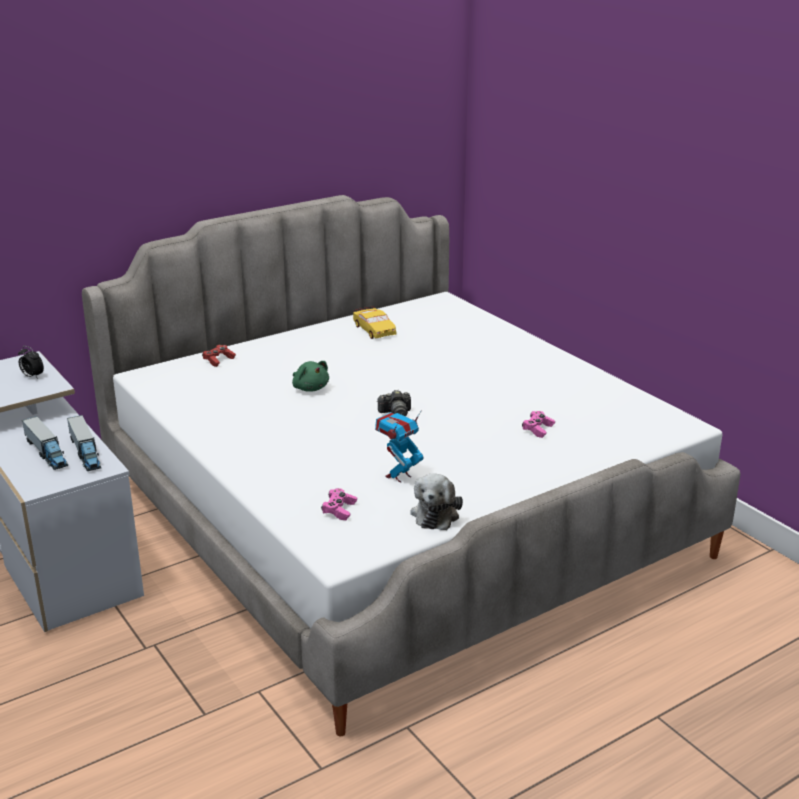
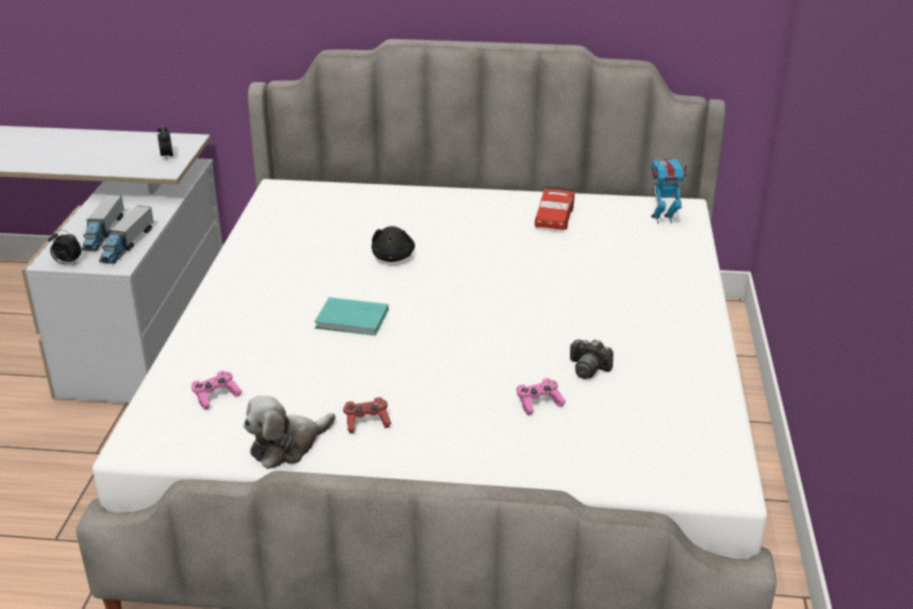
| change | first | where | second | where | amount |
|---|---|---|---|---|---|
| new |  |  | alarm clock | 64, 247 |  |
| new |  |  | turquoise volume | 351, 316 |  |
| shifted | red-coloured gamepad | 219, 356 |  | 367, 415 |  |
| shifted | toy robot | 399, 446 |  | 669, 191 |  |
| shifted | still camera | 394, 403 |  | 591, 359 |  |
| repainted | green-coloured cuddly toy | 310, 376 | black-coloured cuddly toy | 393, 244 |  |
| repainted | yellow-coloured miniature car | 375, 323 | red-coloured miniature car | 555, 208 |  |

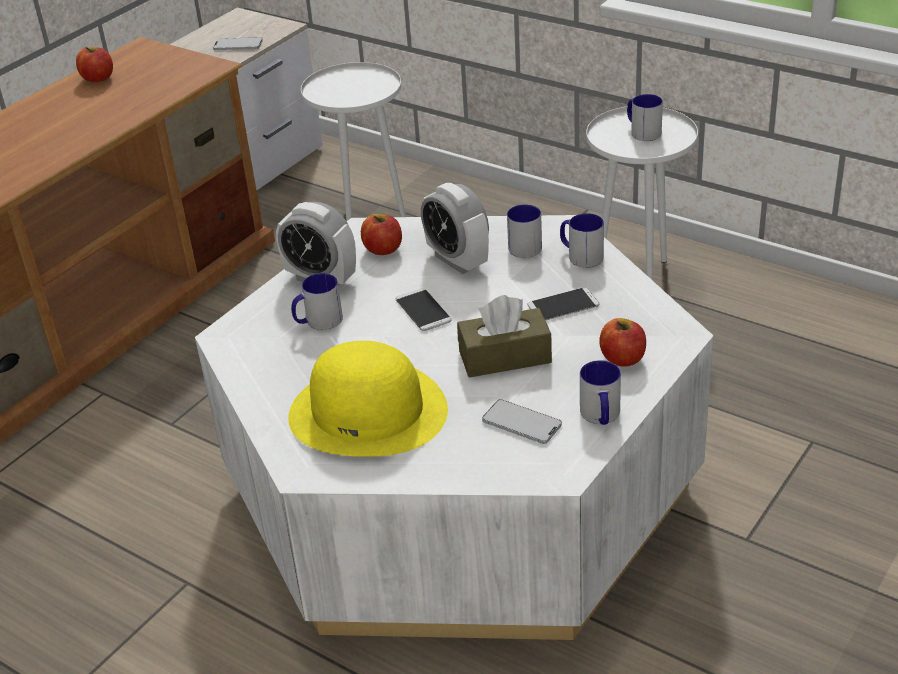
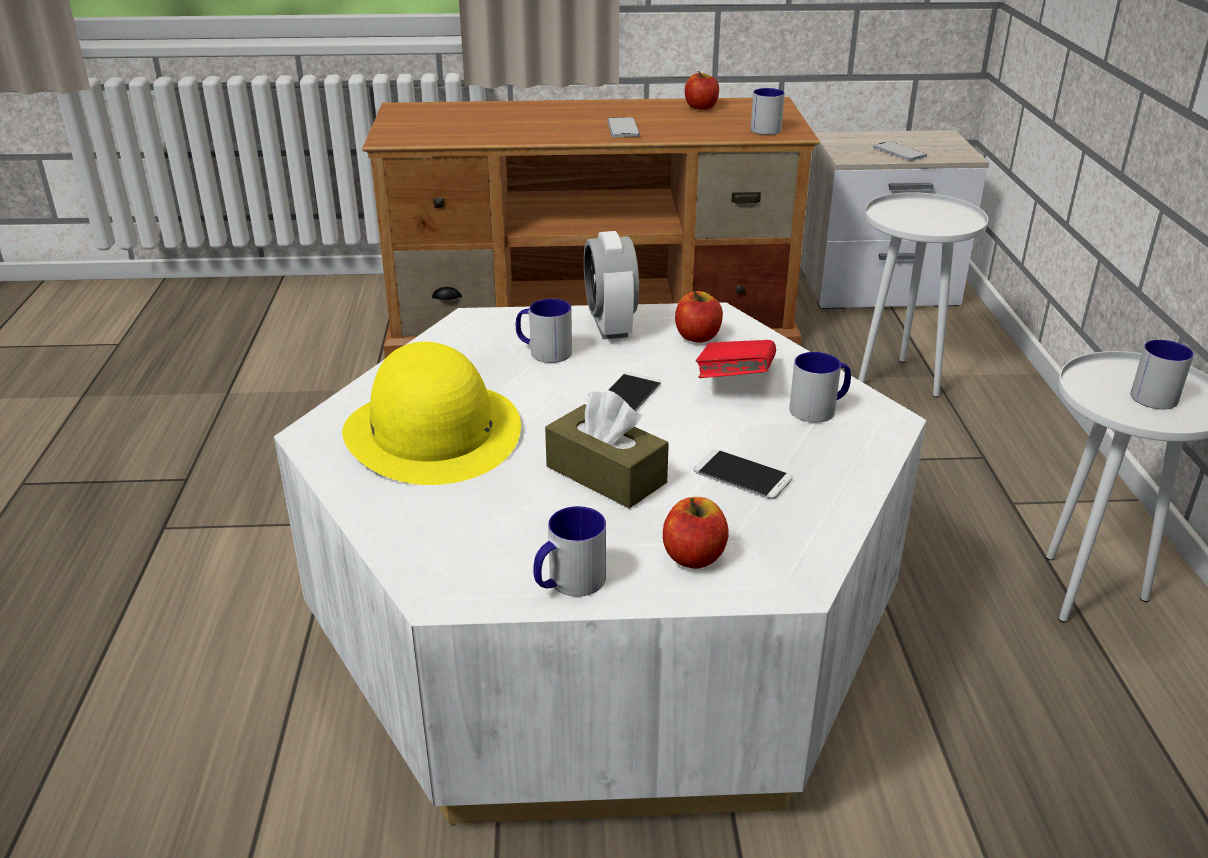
| change | first | where | second | where | amount |
|---|---|---|---|---|---|
| shifted | handset | 522, 421 |  | 623, 127 |  |
| shifted | tea mug | 582, 240 |  | 768, 111 |  |
| swapped | alarm clock | 455, 228 | red-coloured volume | 736, 359 |  |

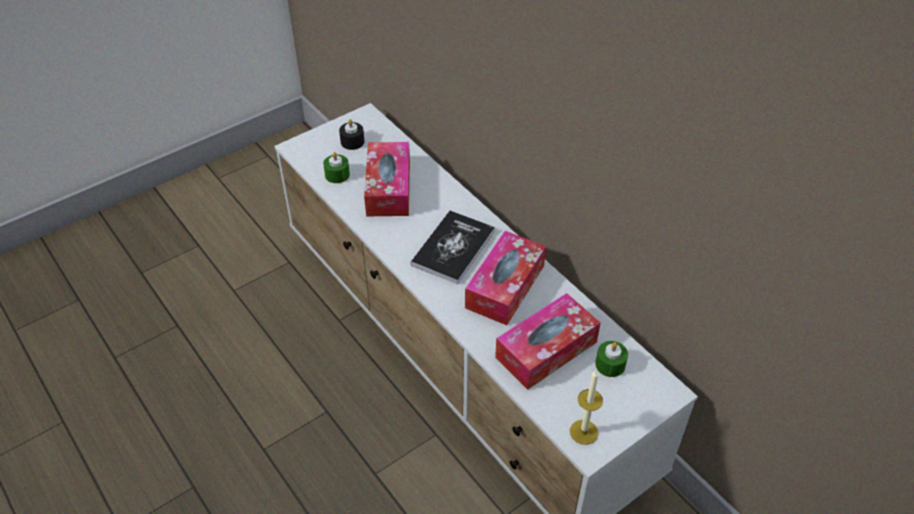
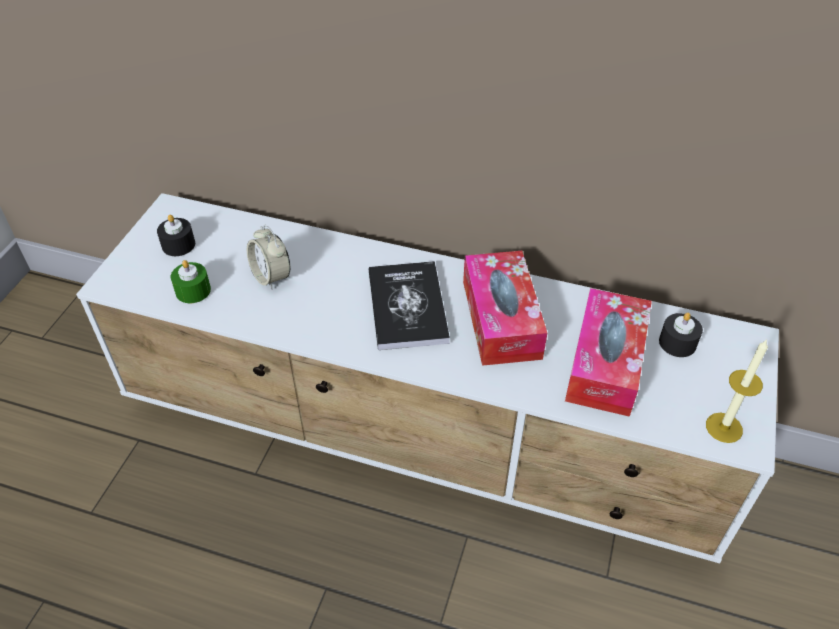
| change | first | where | second | where | amount |
|---|---|---|---|---|---|
| swapped | box of tissues | 387, 179 | alarm clock | 268, 257 |  |
| repainted | green-coloured wax light | 611, 359 | black-coloured wax light | 681, 335 |  |

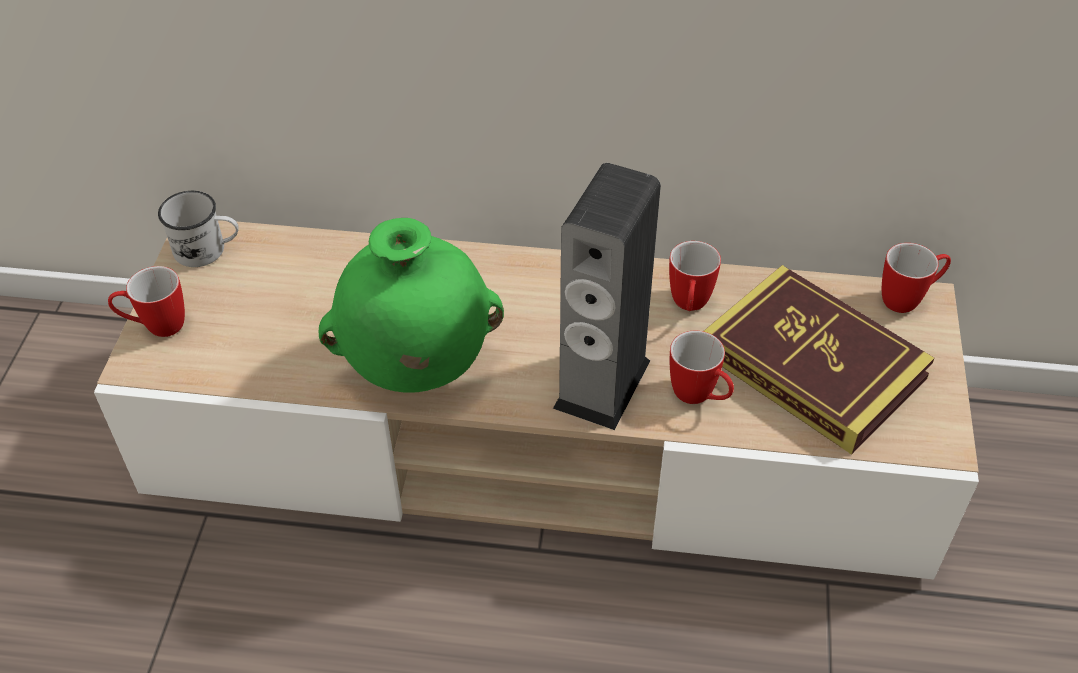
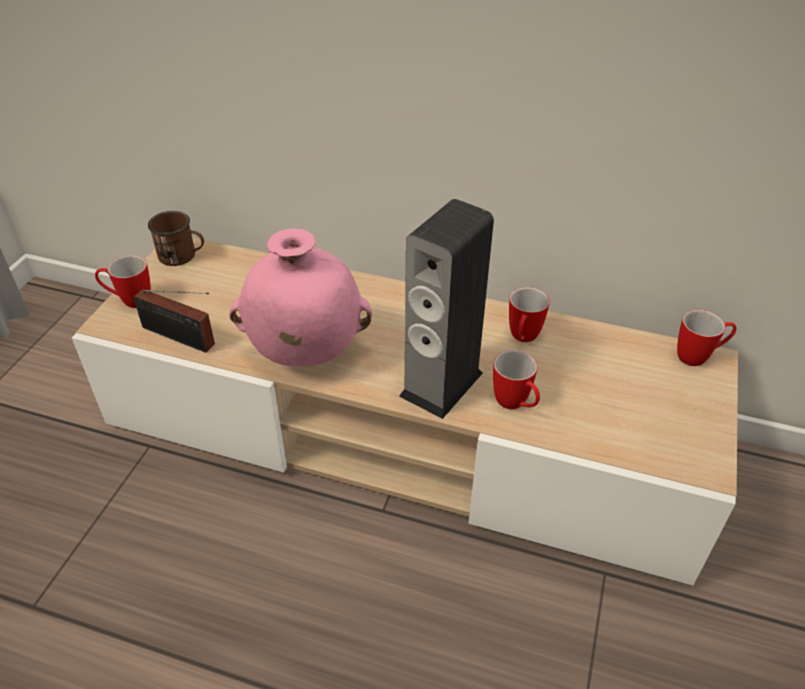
| change | first | where | second | where | amount |
|---|---|---|---|---|---|
| gone | volume | 819, 360 |  |  |  |
| new |  |  | radio | 174, 321 |  |
| repainted | white-coloured tea mug | 198, 229 | brownish tea mug | 176, 238 |  |
| repainted | green-coloured vase | 411, 305 | pinkish vase | 300, 297 |  |

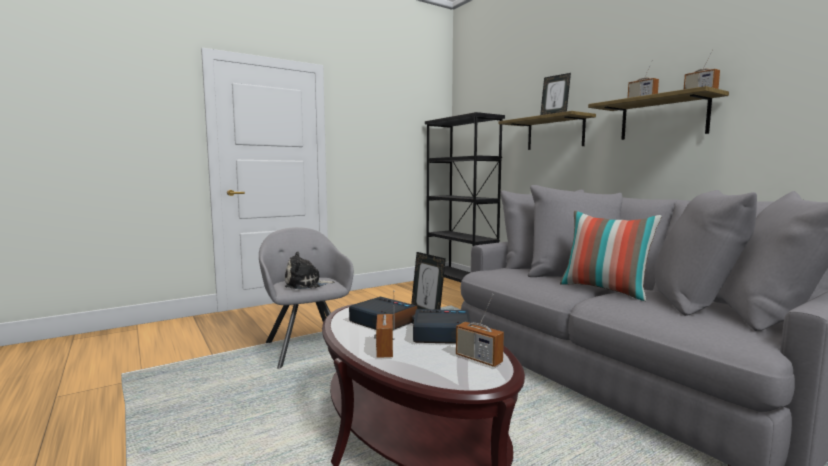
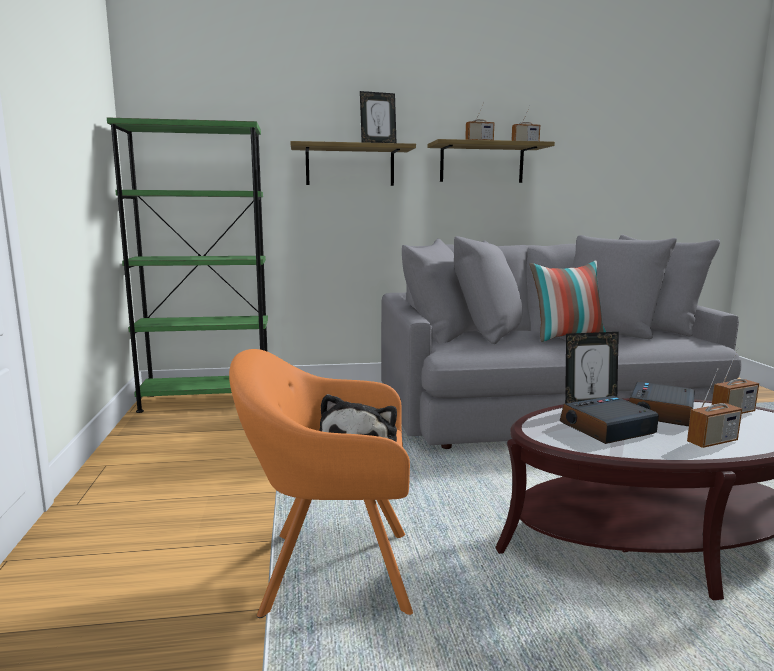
| change | first | where | second | where | amount |
|---|---|---|---|---|---|
| repainted | greyish easy chair | 306, 298 | orangey easy chair | 321, 483 |  |
| repainted | black-coloured bookshelf | 465, 197 | green-coloured bookshelf | 187, 265 |  |
| rotated | radio | 384, 324 |  | 714, 408 | 45 degrees counterclockwise |

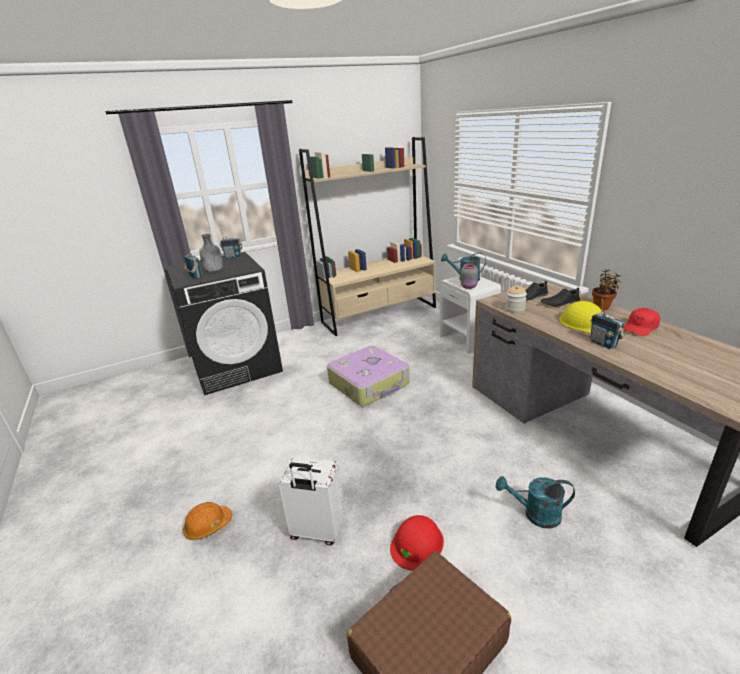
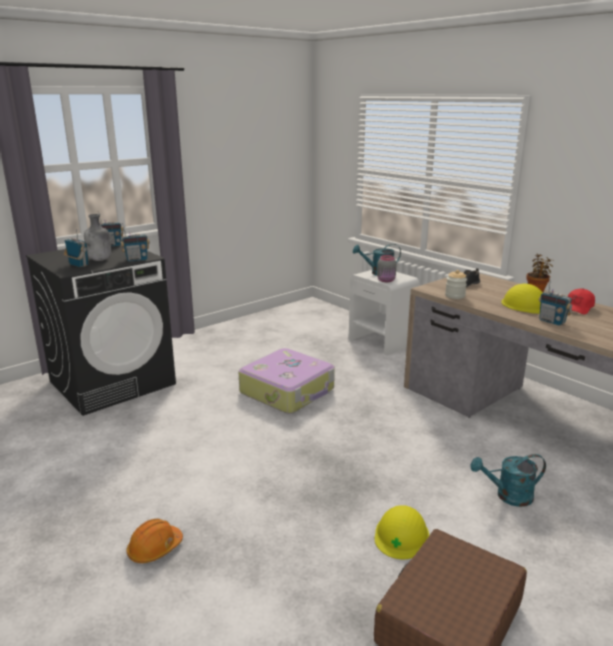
| change | first | where | second | where | amount |
|---|---|---|---|---|---|
| gone | white-coloured suitcase | 311, 501 |  |  |  |
| gone | beige-coloured bookshelf | 367, 236 |  |  |  |
| gone | black-coloured low shoe | 560, 296 |  |  |  |
| new |  |  | radio | 135, 242 |  |
| repainted | red-coloured work helmet | 417, 543 | yellow-coloured work helmet | 402, 532 |  |

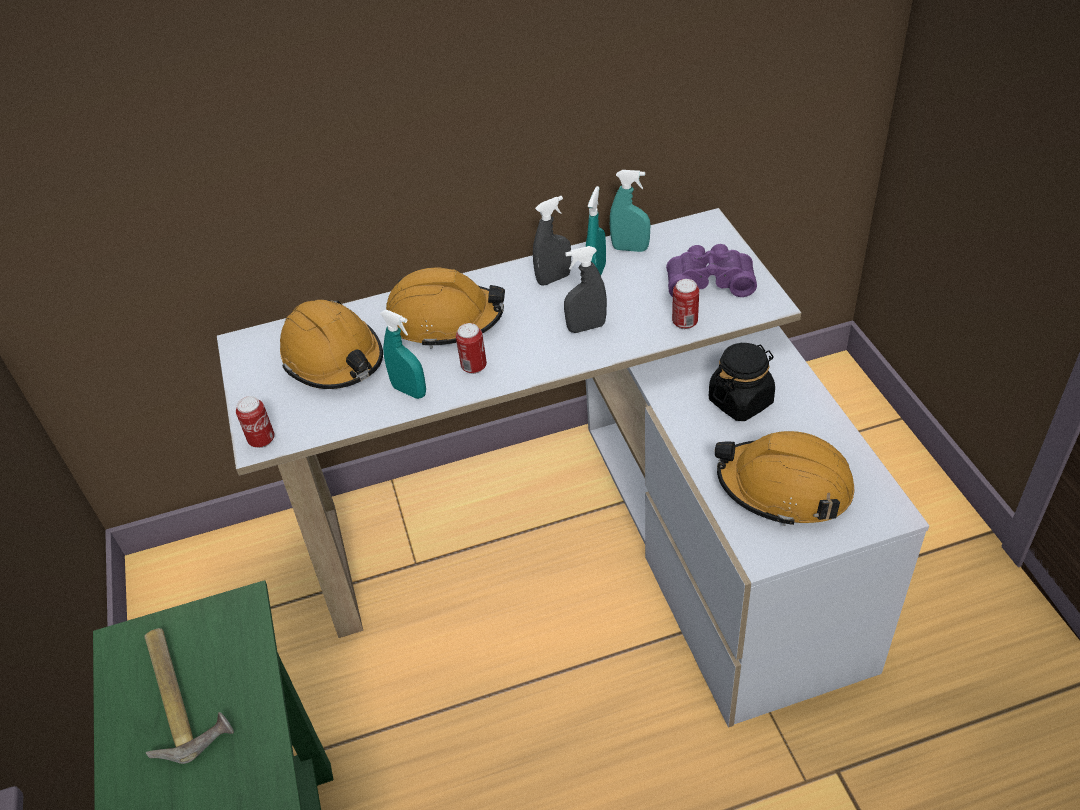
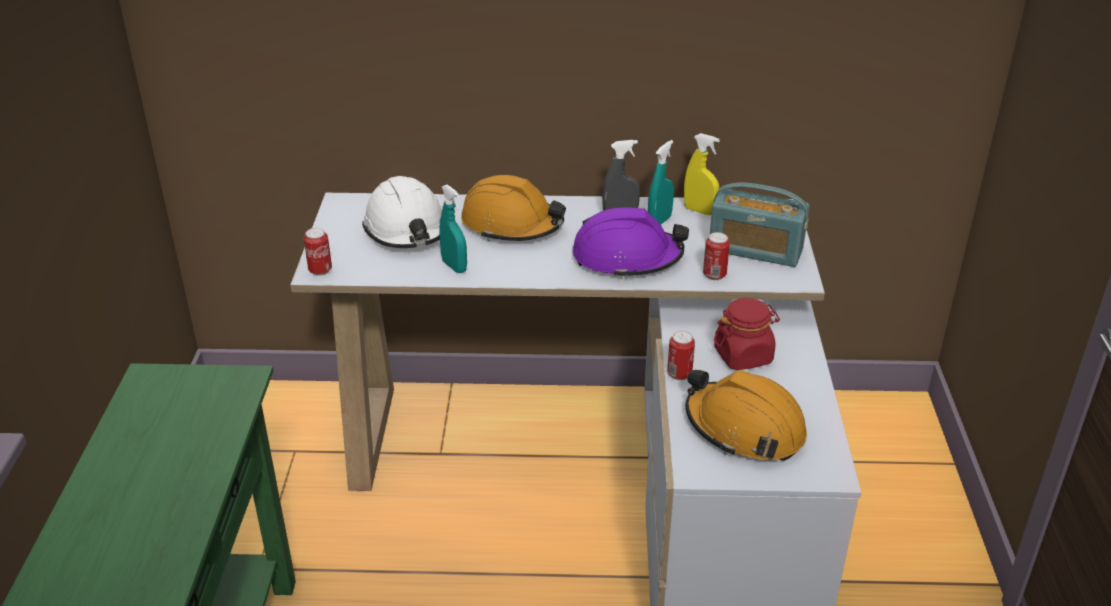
| change | first | where | second | where | amount |
|---|---|---|---|---|---|
| gone | hand hammer | 189, 696 |  |  |  |
| shifted | metal can | 471, 348 |  | 681, 355 |  |
| swapped | greyish sprayer | 585, 289 | purplish work helmet | 631, 243 |  |
| swapped | purplish field glasses | 711, 270 | radio | 760, 224 |  |
| repainted | orangey work helmet | 331, 344 | white-coloured work helmet | 402, 212 |  |
| repainted | turquoise sprayer | 630, 211 | yellow-coloured sprayer | 702, 174 |  |
| repainted | black-coloured jar | 742, 382 | red-coloured jar | 747, 334 |  |

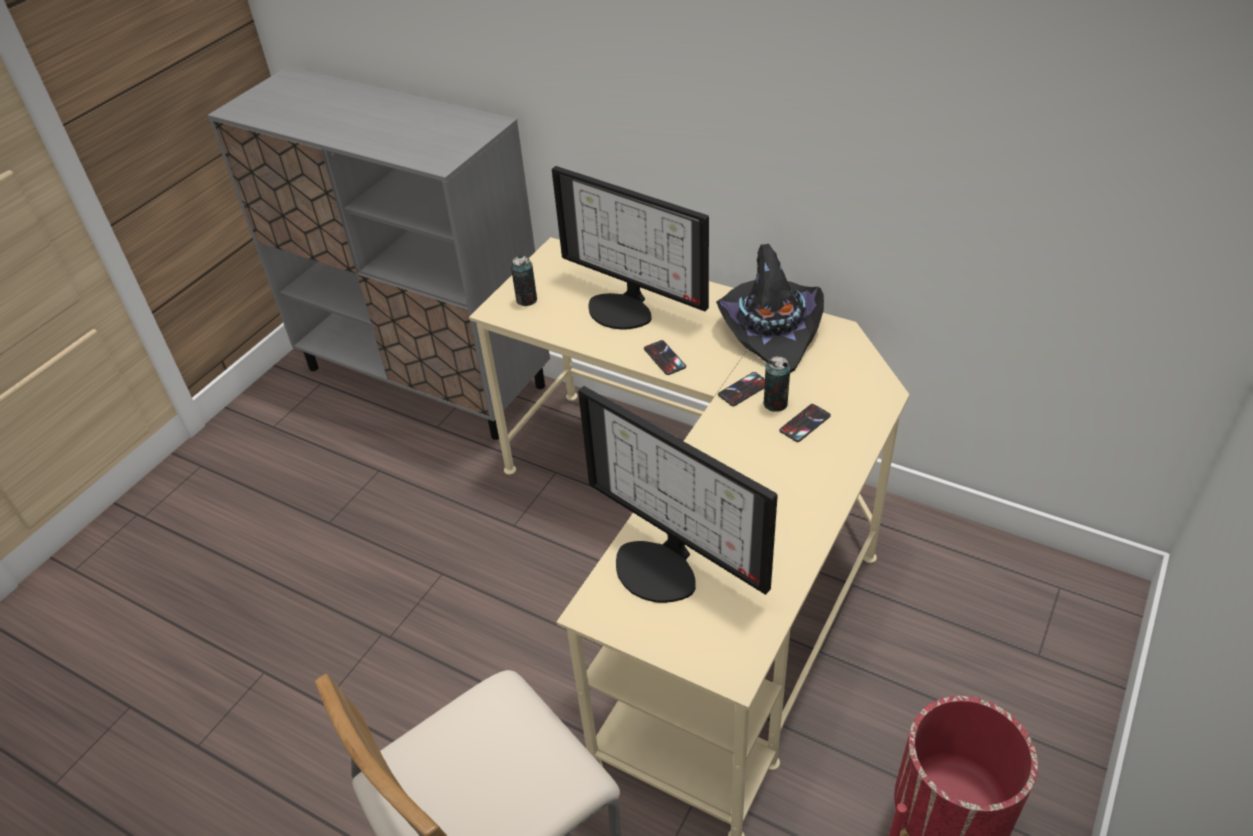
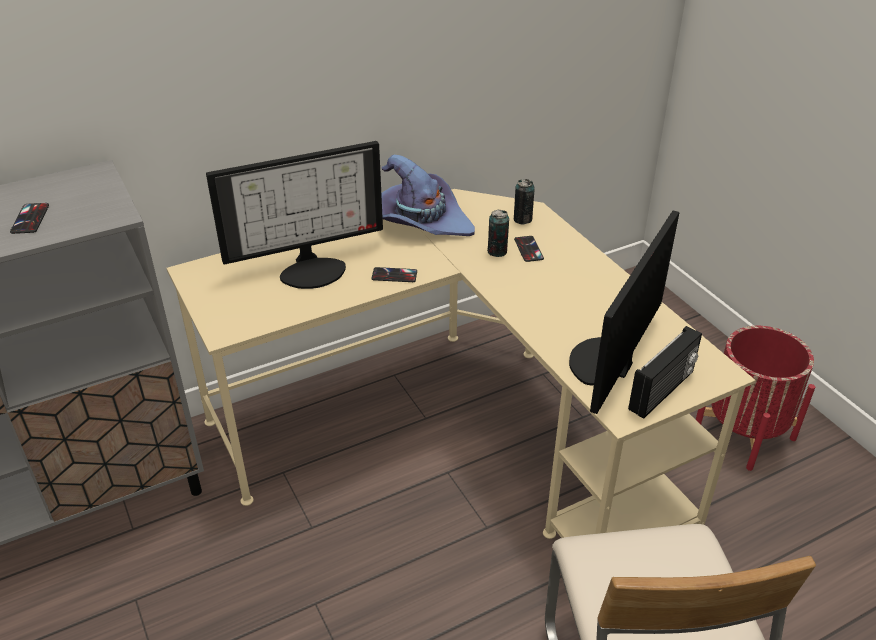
| change | first | where | second | where | amount |
|---|---|---|---|---|---|
| new |  |  | radio | 665, 372 |  |
| shifted | metal can | 524, 280 |  | 524, 201 |  |
| shifted | handset | 741, 389 |  | 29, 218 |  |
| repainted | black-coloured clothing hat | 770, 308 | purplish clothing hat | 428, 195 |  |
| rotated | monitor | 678, 494 |  | 624, 312 | 135 degrees clockwise |

